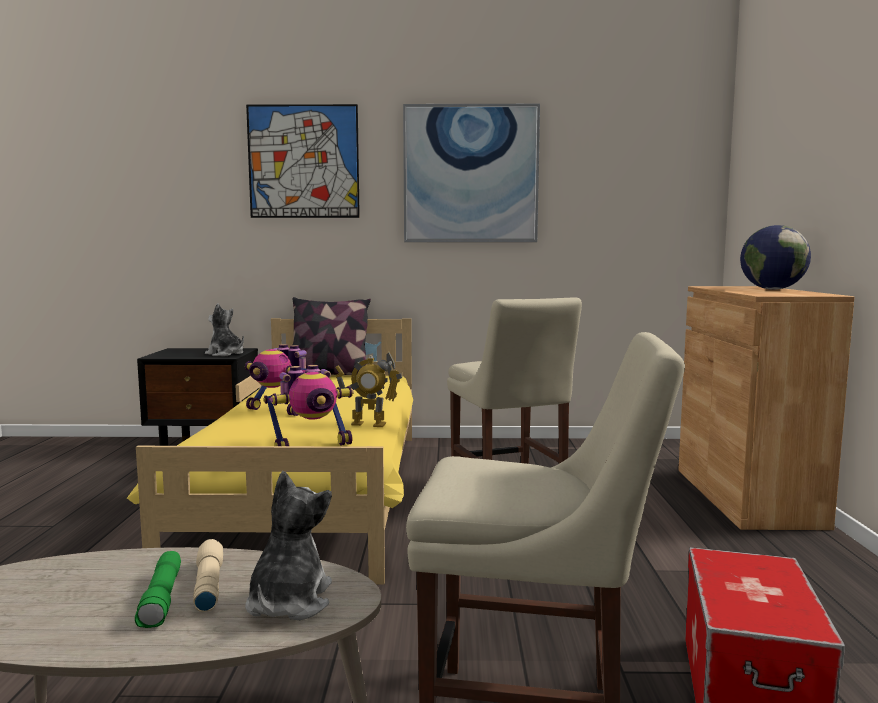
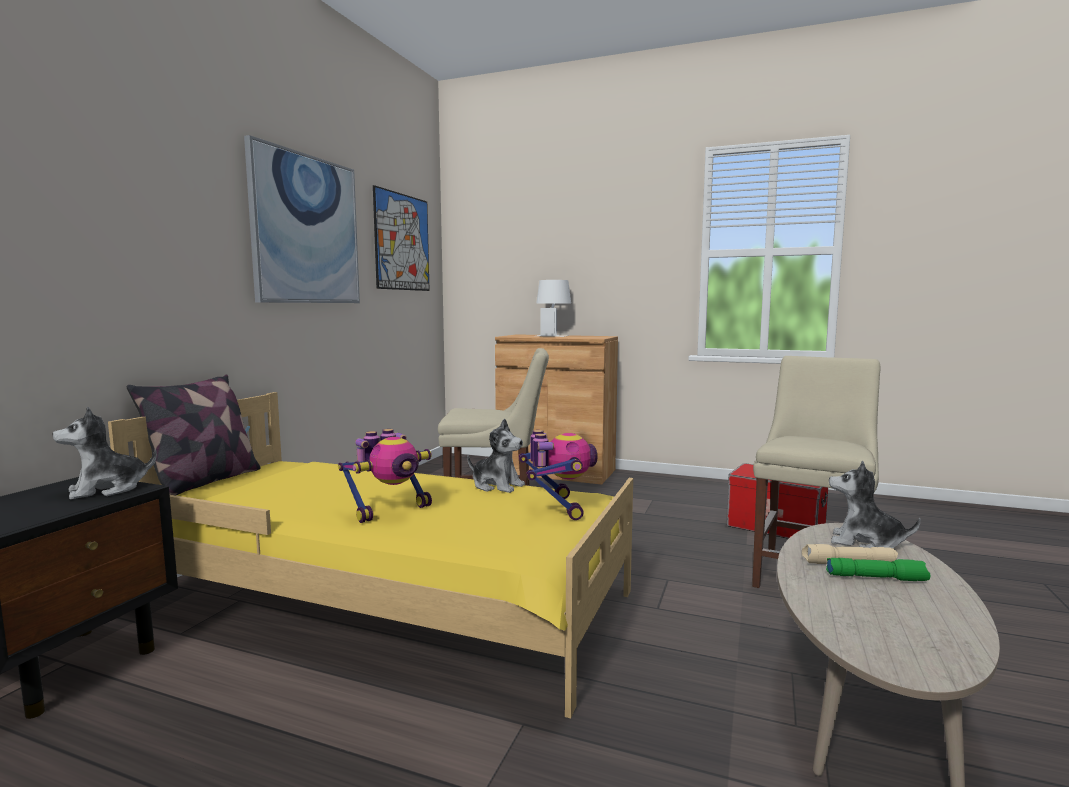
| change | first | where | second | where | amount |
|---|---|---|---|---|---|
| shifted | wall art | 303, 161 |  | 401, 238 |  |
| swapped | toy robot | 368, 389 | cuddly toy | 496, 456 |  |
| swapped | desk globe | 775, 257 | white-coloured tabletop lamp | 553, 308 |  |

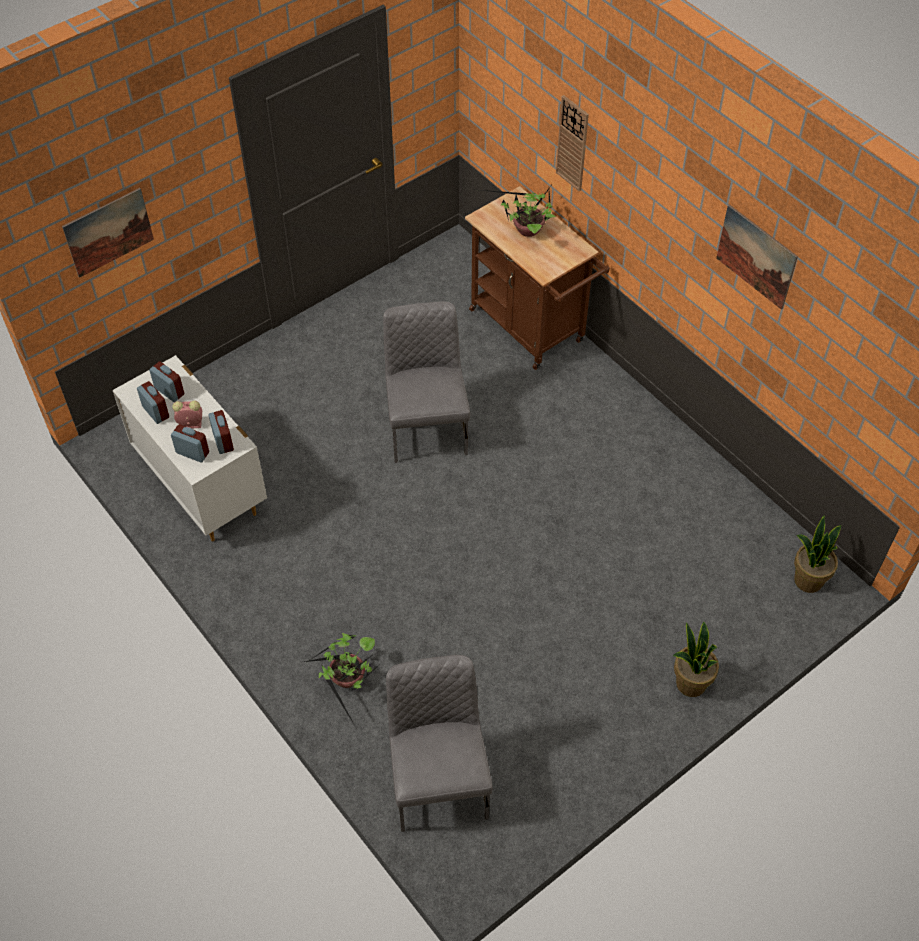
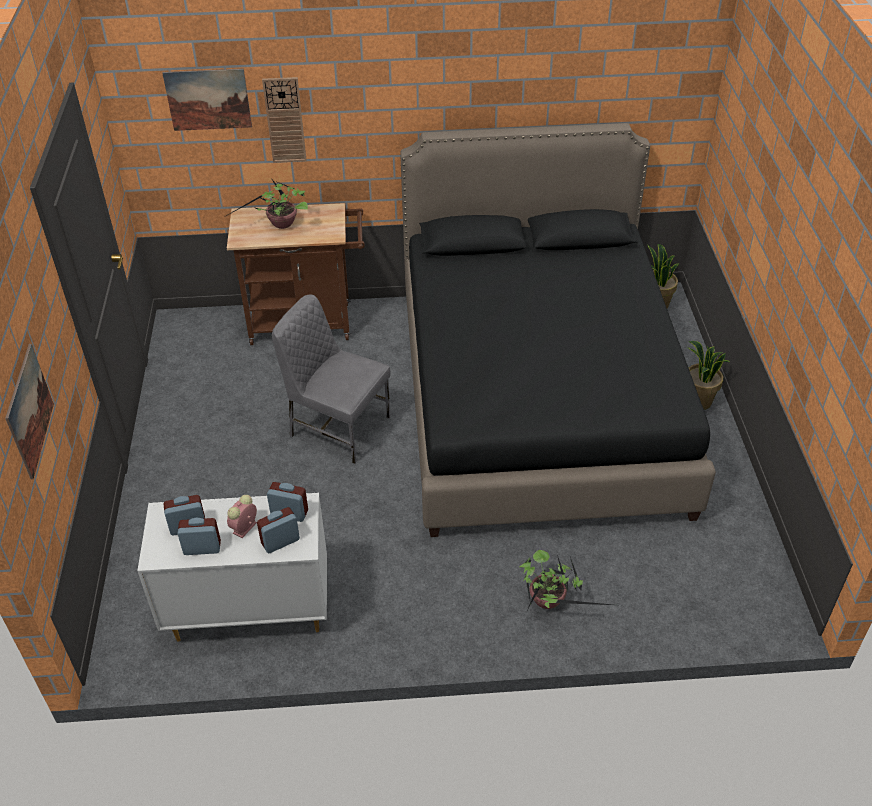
| change | first | where | second | where | amount |
|---|---|---|---|---|---|
| gone | greyish upright chair | 439, 743 |  |  |  |
| new |  |  | black-coloured bedroom bed | 558, 330 |  |
| shifted | wall art | 757, 257 |  | 207, 99 |  |

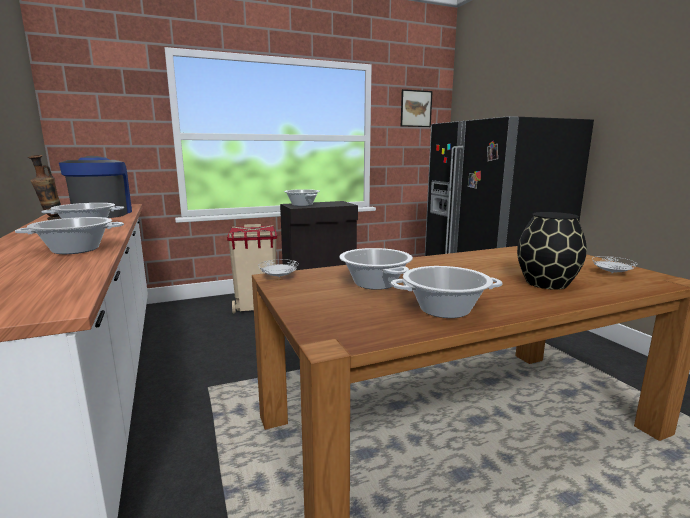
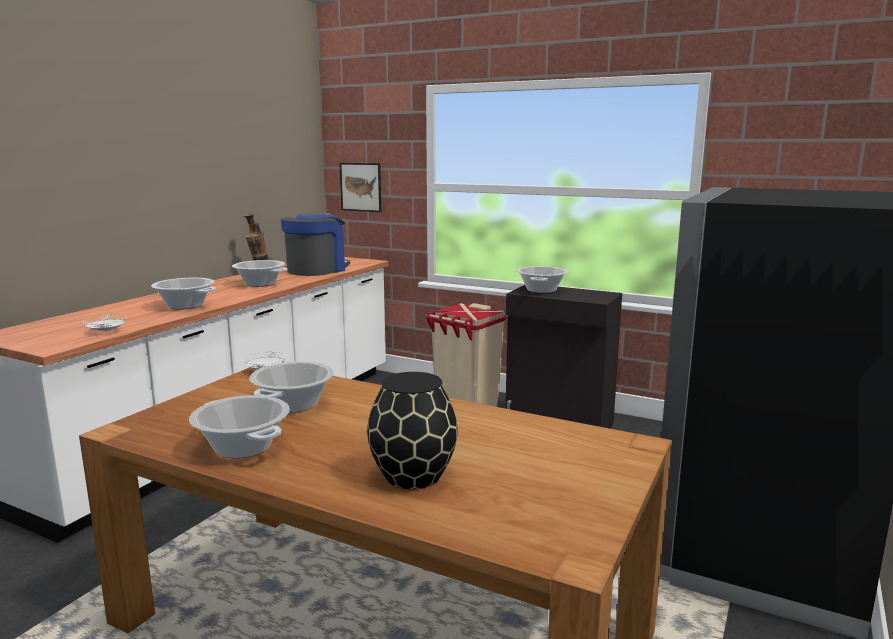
| change | first | where | second | where | amount |
|---|---|---|---|---|---|
| shifted | wall art | 417, 108 |  | 360, 187 |  |
| shifted | white-coloured dinner plate | 614, 264 |  | 105, 323 |  |

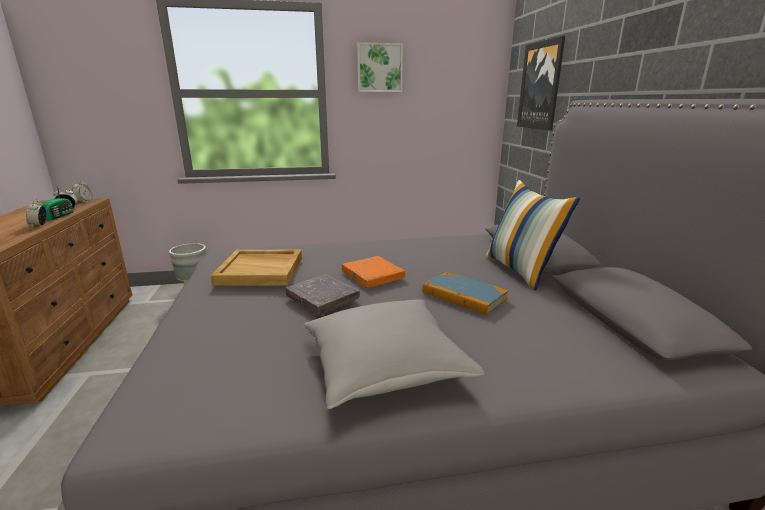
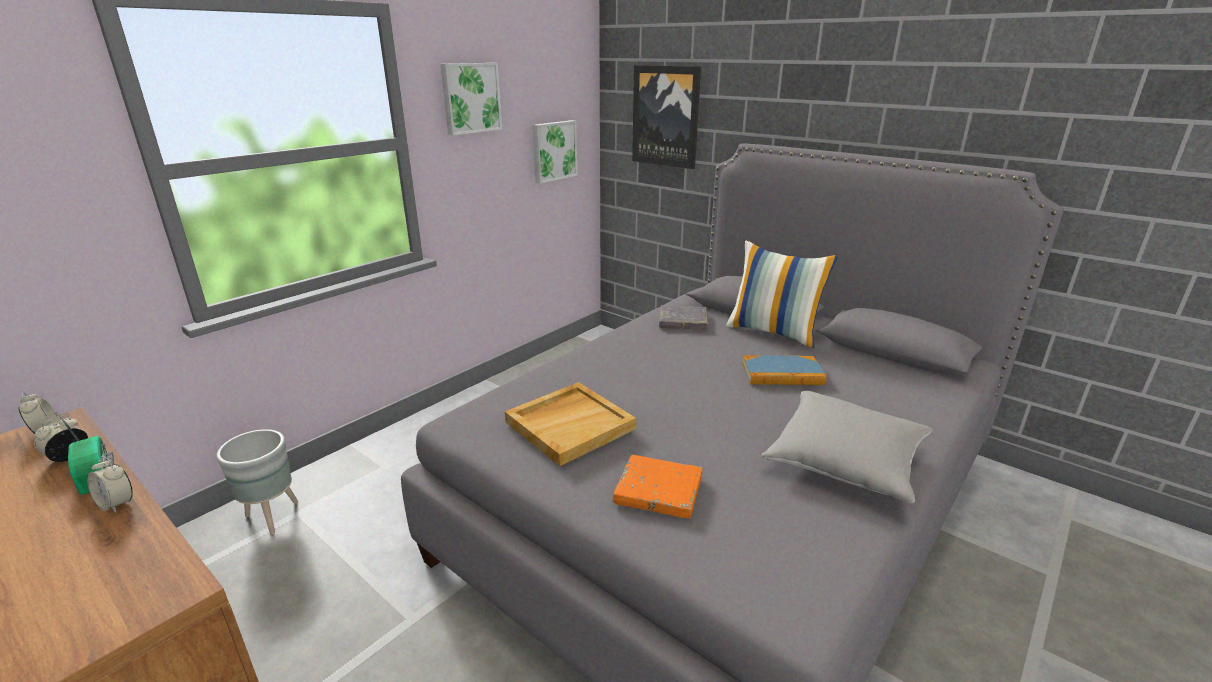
| change | first | where | second | where | amount |
|---|---|---|---|---|---|
| new |  |  | wall art | 555, 152 |  |
| shifted | greyish volume | 322, 294 |  | 683, 317 |  |
| shifted | orangey volume | 373, 272 |  | 657, 487 |  |

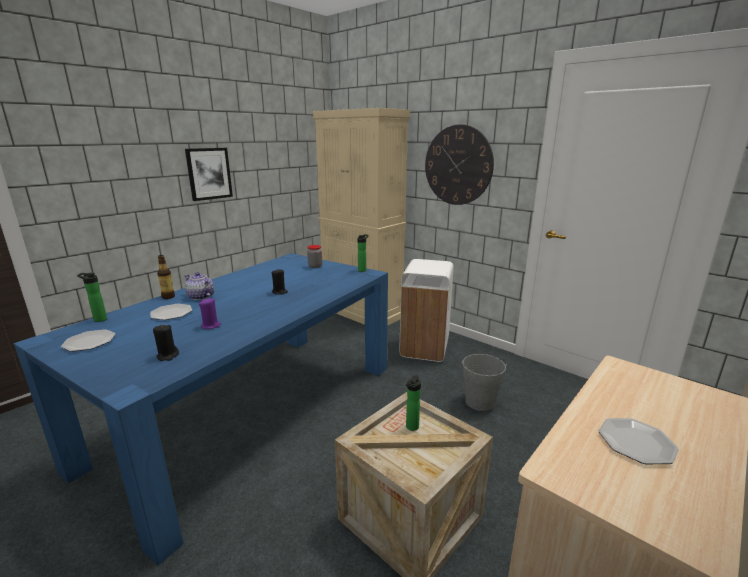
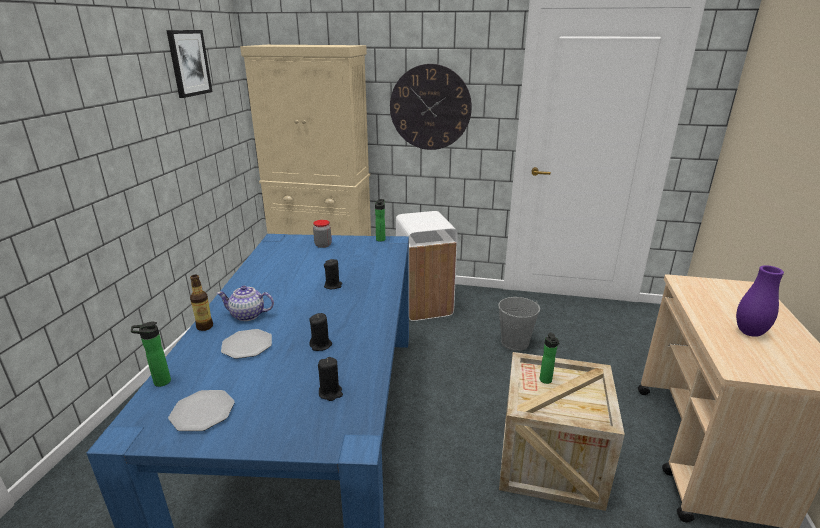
| change | first | where | second | where | amount |
|---|---|---|---|---|---|
| shifted | wall art | 209, 174 |  | 189, 64 |  |
| swapped | dinner plate | 638, 441 | purplish vase | 760, 301 |  |
| repainted | purplish wax light | 210, 313 | black-coloured wax light | 320, 332 |  |

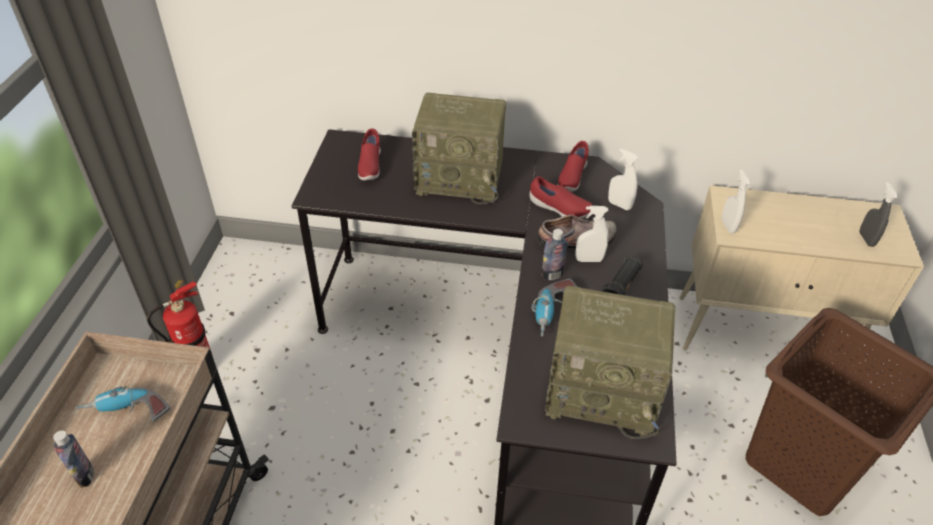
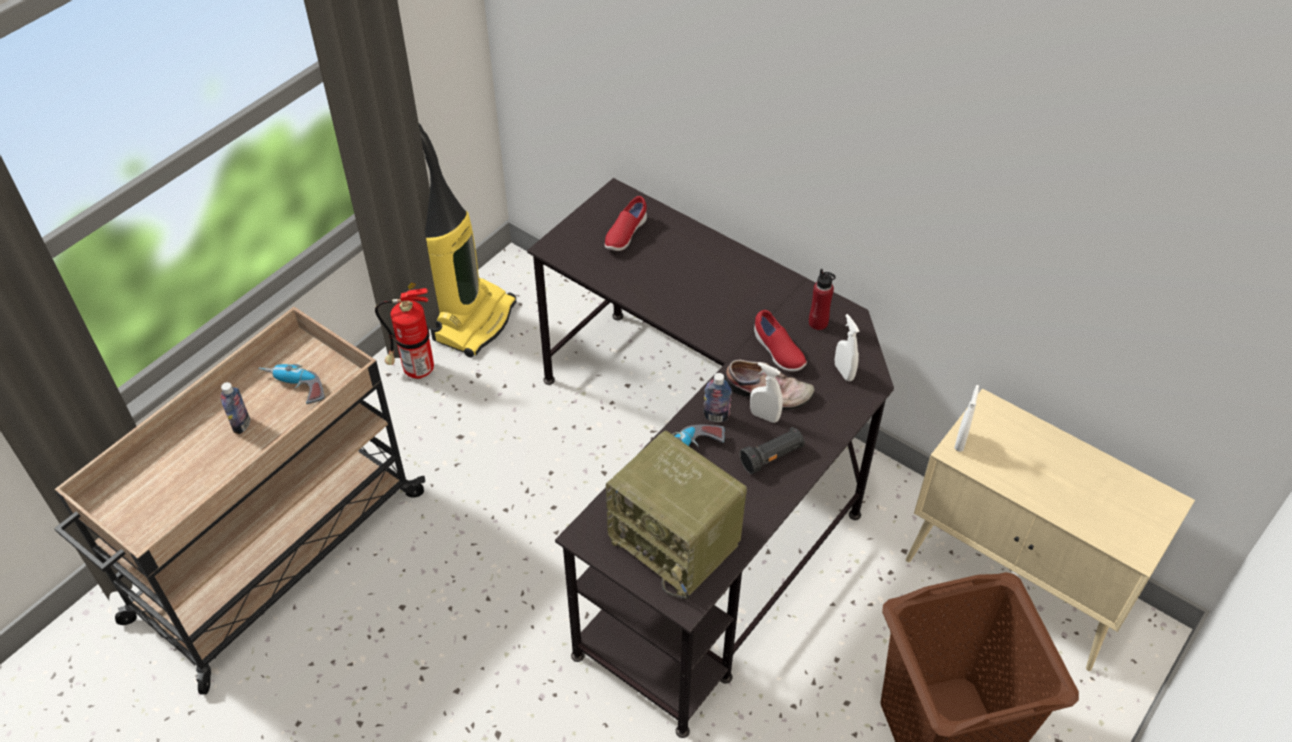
| change | first | where | second | where | amount |
|---|---|---|---|---|---|
| gone | radio | 459, 149 |  |  |  |
| gone | greyish sprayer | 878, 214 |  |  |  |
| new |  |  | hoover | 468, 240 |  |
| swapped | red-coloured low shoe | 573, 166 | red-coloured beverage bottle | 822, 299 |  |

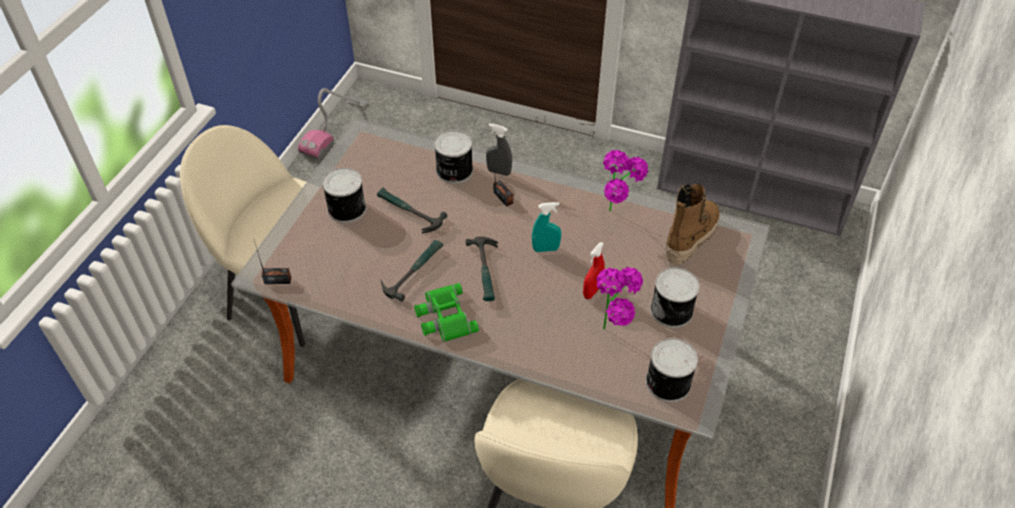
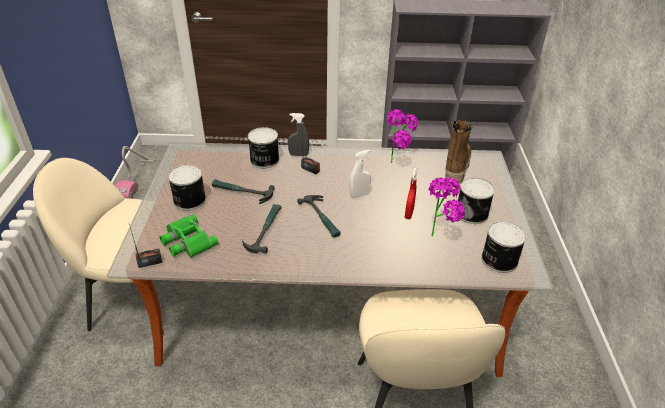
| change | first | where | second | where | amount |
|---|---|---|---|---|---|
| shifted | green-coloured field glasses | 446, 312 |  | 189, 236 |  |
| repainted | turquoise sprayer | 546, 227 | white-coloured sprayer | 360, 174 |  |

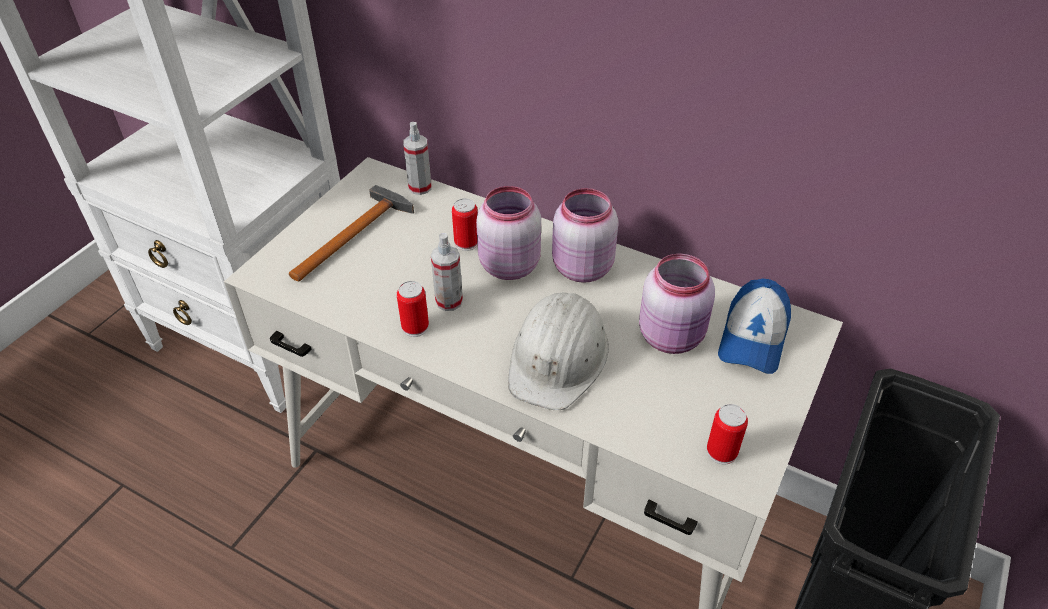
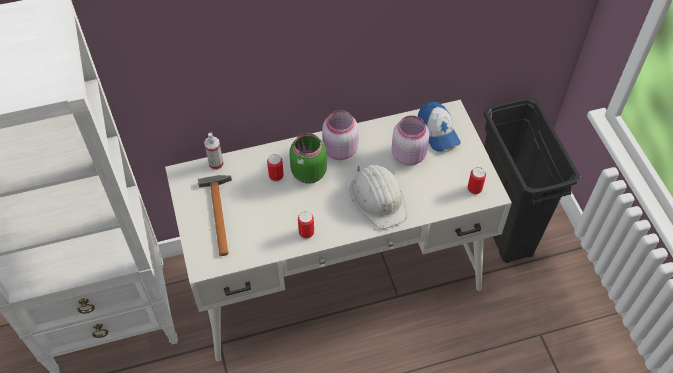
| change | first | where | second | where | amount |
|---|---|---|---|---|---|
| gone | sprayer | 447, 272 |  |  |  |
| repainted | pinkish jar | 508, 233 | green-coloured jar | 308, 158 |  |

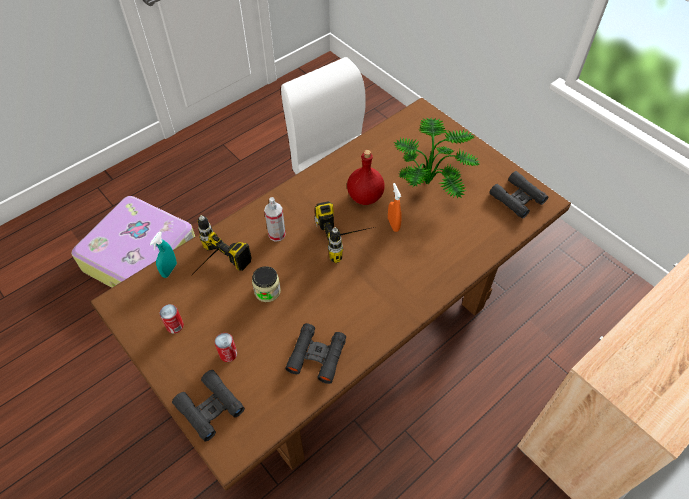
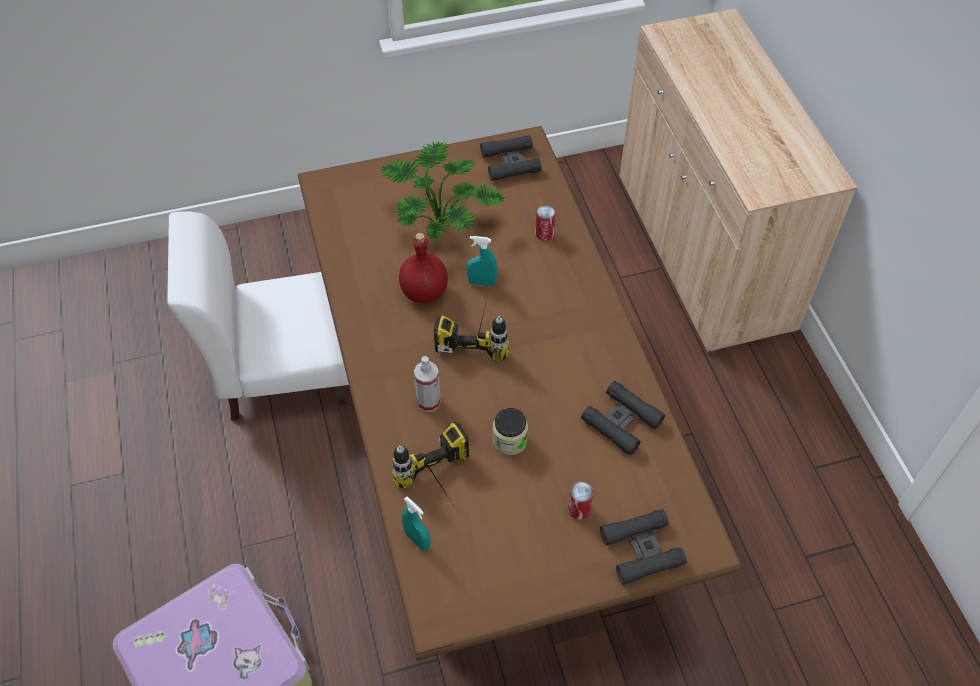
| change | first | where | second | where | amount |
|---|---|---|---|---|---|
| shifted | metal can | 172, 319 |  | 545, 222 |  |
| repainted | orangey sprayer | 395, 207 | turquoise sprayer | 482, 261 |  |

